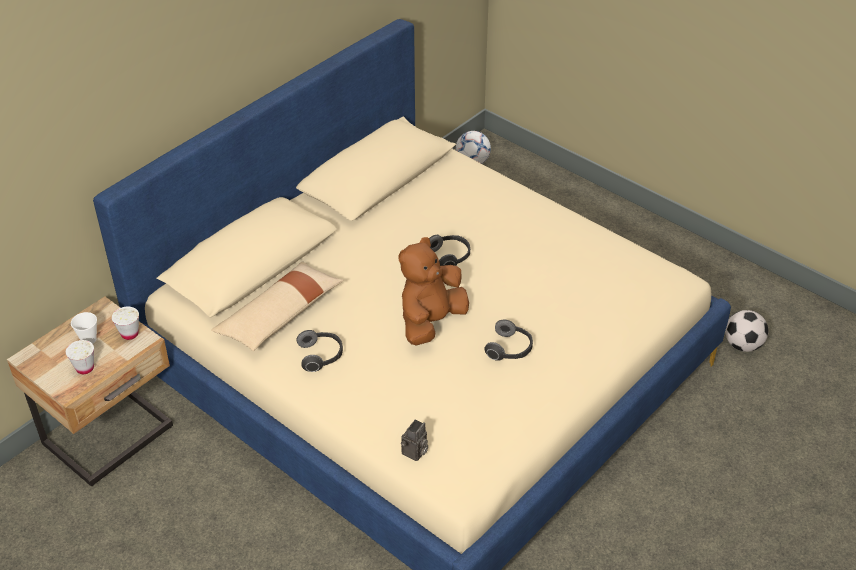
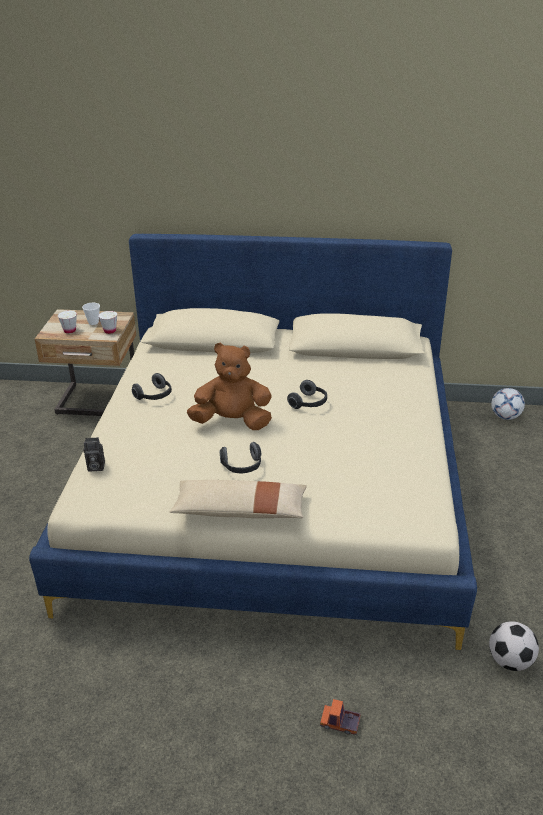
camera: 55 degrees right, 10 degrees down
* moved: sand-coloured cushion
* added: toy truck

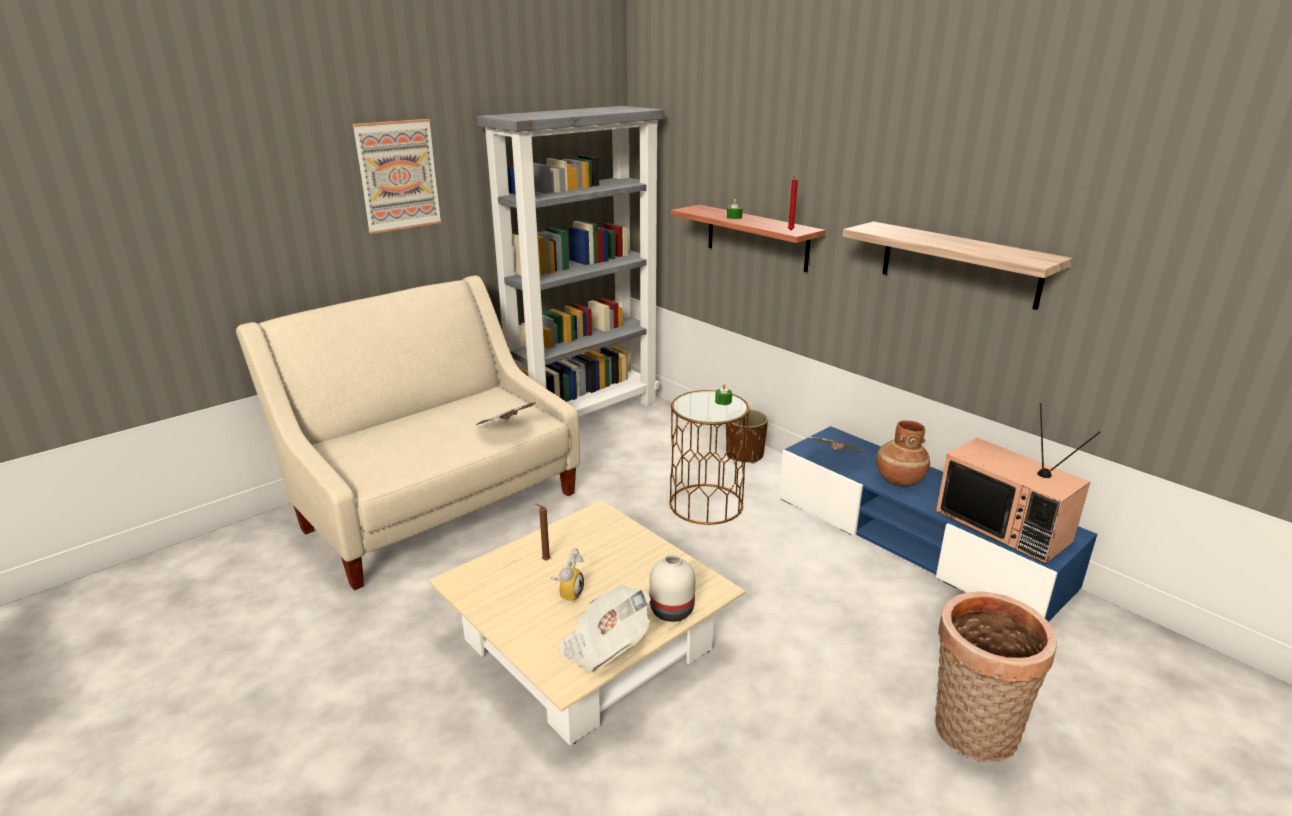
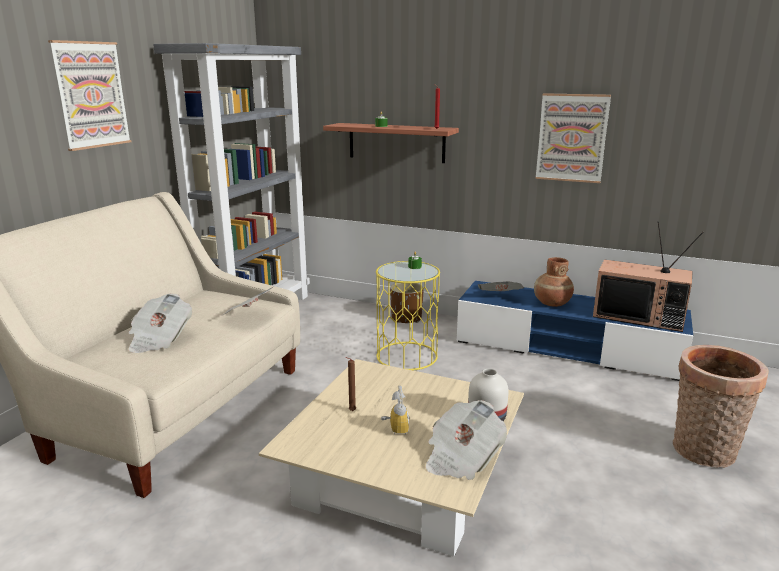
camera: 25 degrees left, 5 degrees down
* replaced: wall shelf (2nd from left) to wall picture (2nd from left)
* recoloured: brown accent table to yellow-coloured accent table
* added: printed paper (1st from left)

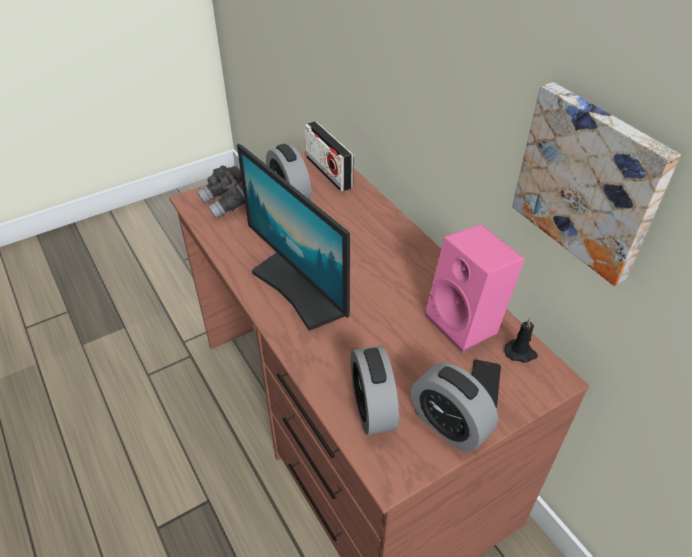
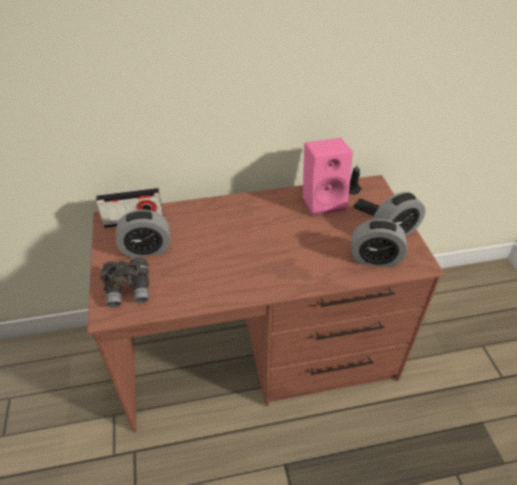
camera: 70 degrees left, 0 degrees up
* removed: wall picture
* removed: computer screen

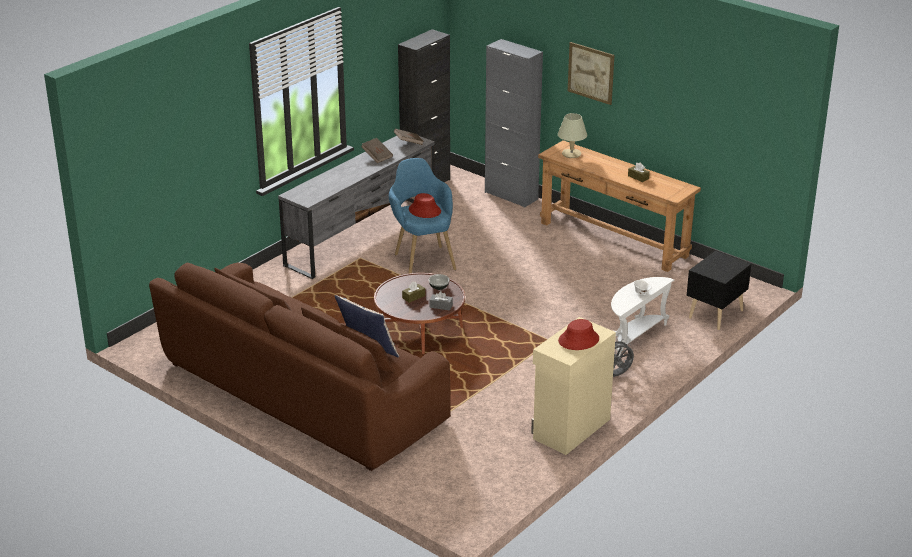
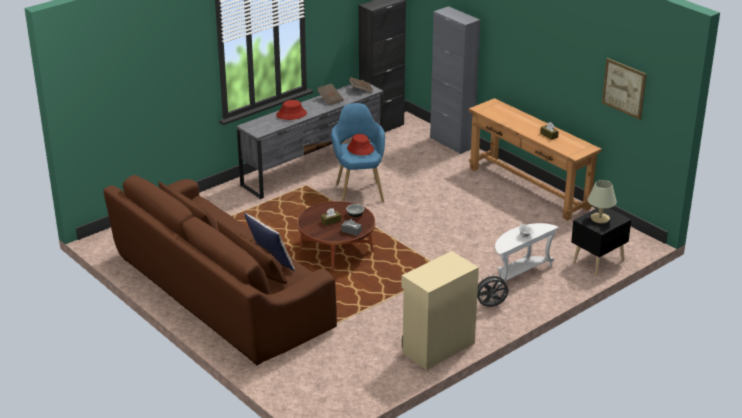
camera: 10 degrees right, 0 degrees up
* moved: wall picture
* moved: sand-coloured table lamp
* moved: red clothing hat (2nd from left in the first image) to red clothing hat (1st from left)

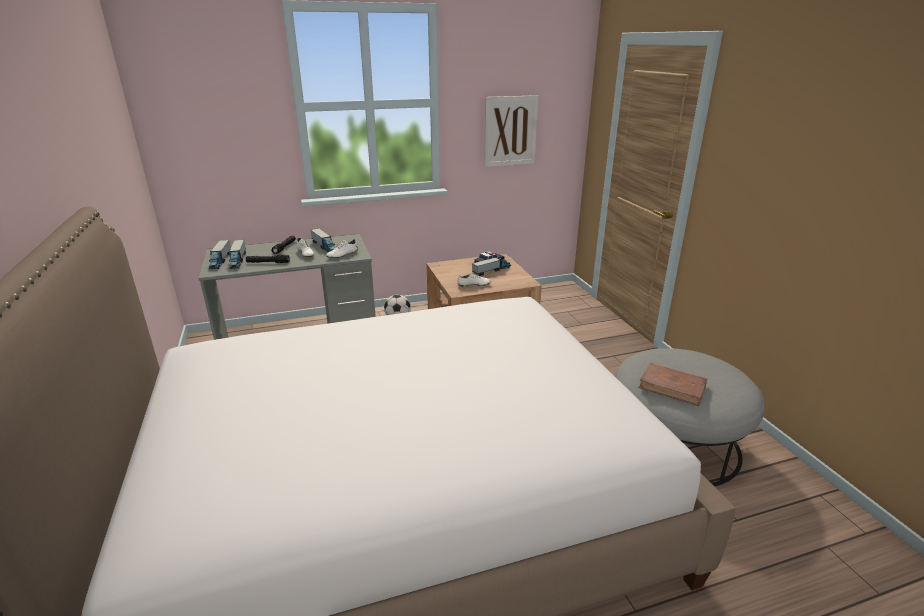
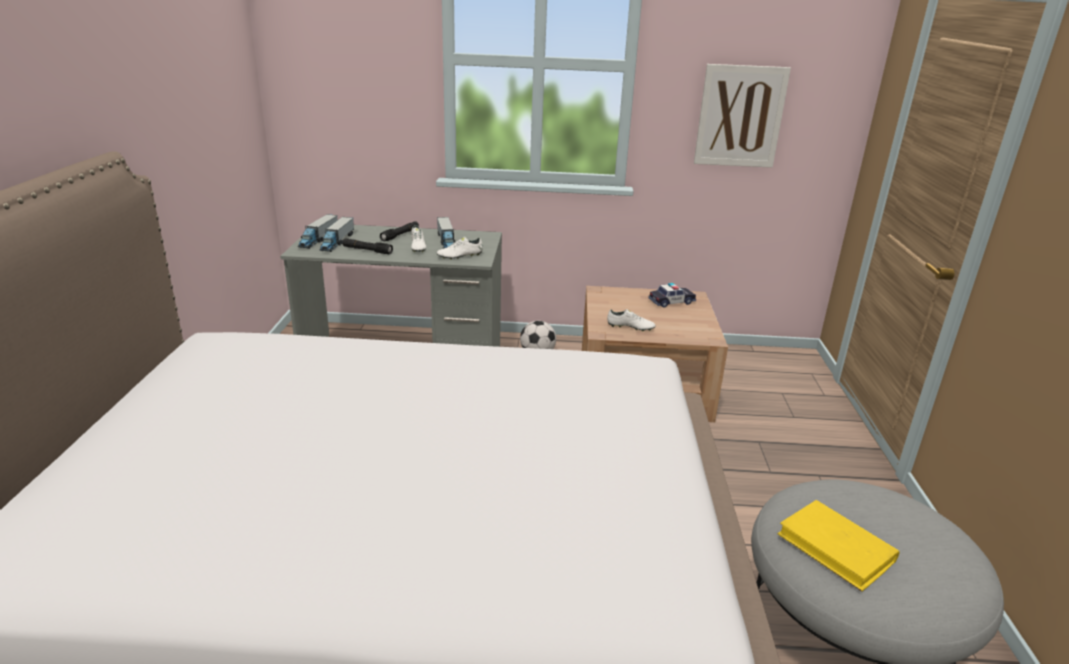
camera: 20 degrees right, 0 degrees up
* removed: toy truck (4th from left)
* recoloured: brown bound book to yellow-coloured bound book

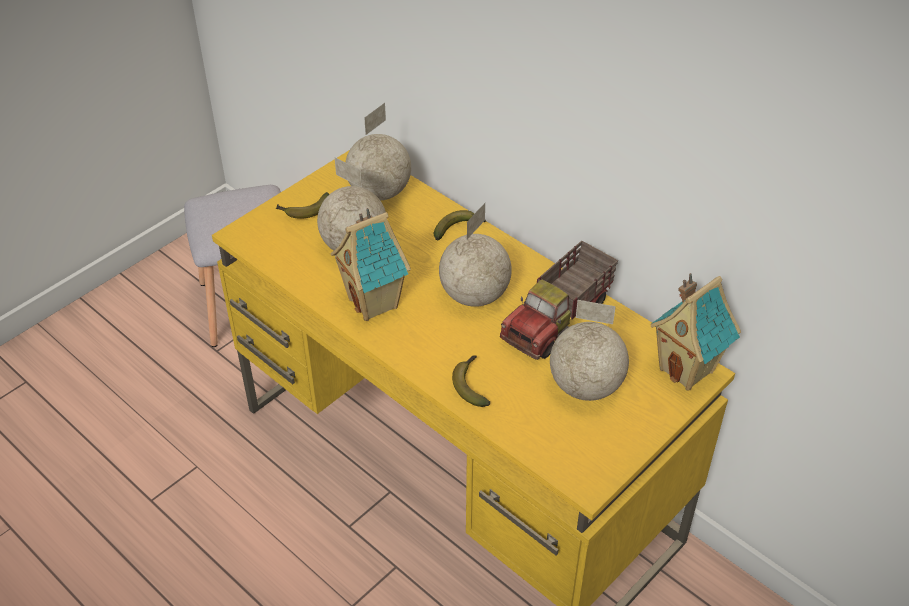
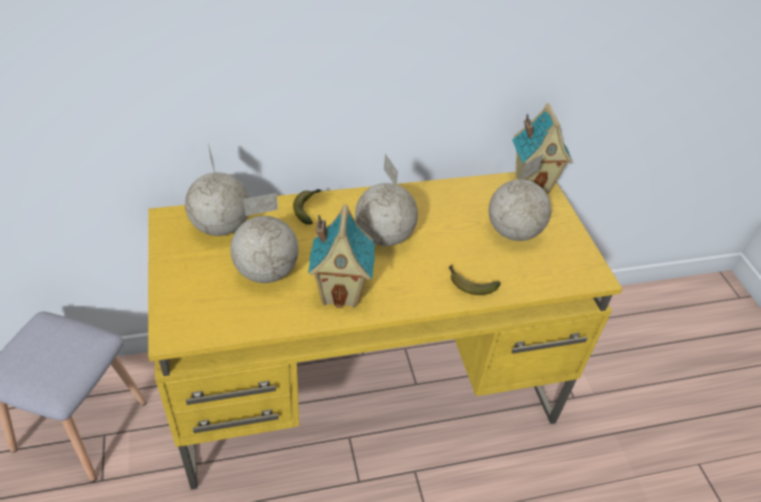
camera: 60 degrees left, 0 degrees up
* removed: whole banana (1st from left)
* removed: toy truck

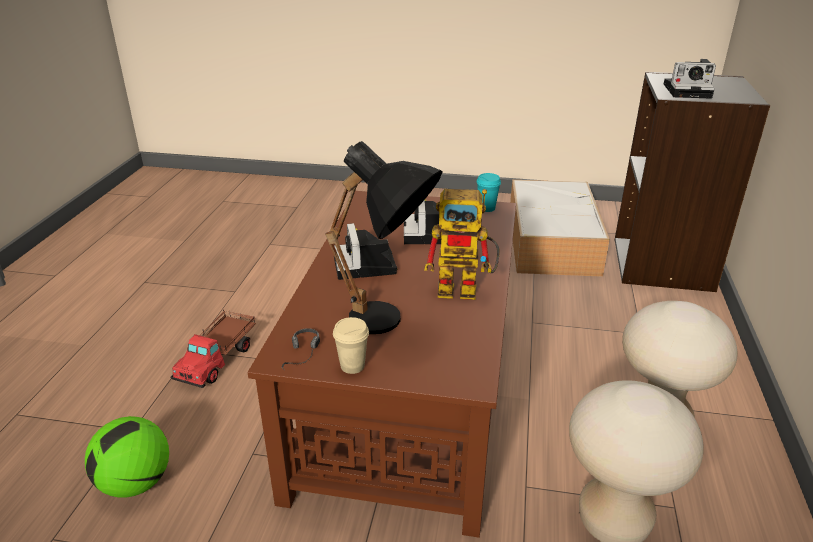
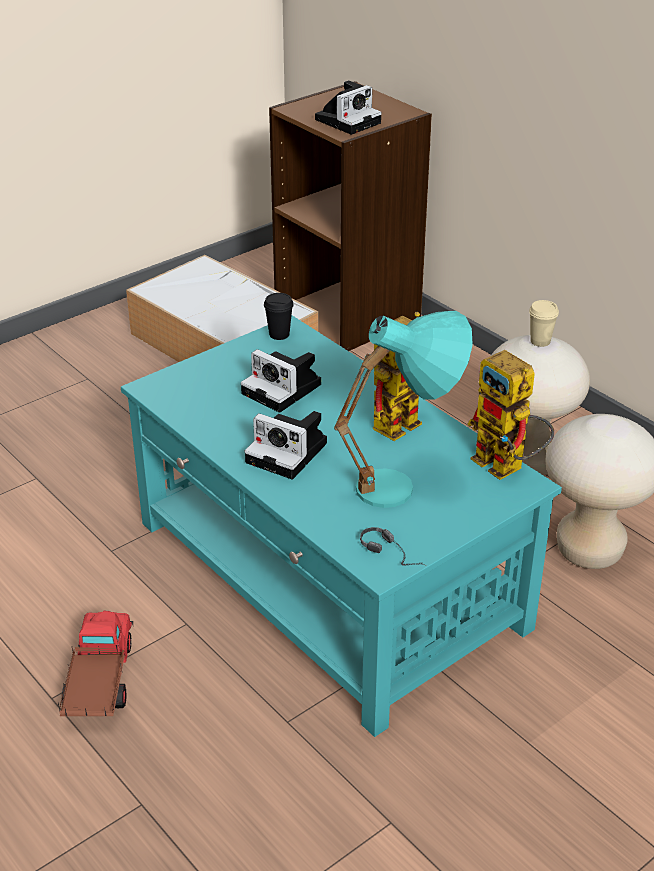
camera: 50 degrees left, 5 degrees up
* recoloured: greyish bookcase to brown bookcase
* recoloured: black table lamp to turquoise table lamp
* recoloured: turquoise drinking cup to black drinking cup
* recoloured: brown coffee table to turquoise coffee table
* turned: toy truck 150 degrees counterclockwise
* moved: sand-coloured drinking cup
* removed: ball for football
* added: toy robot (2nd from left)

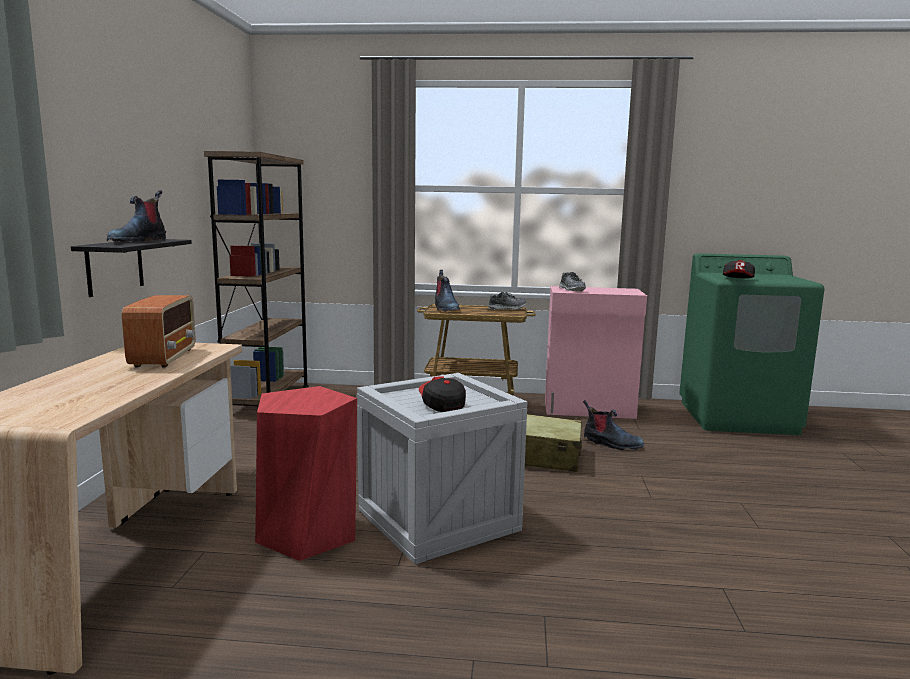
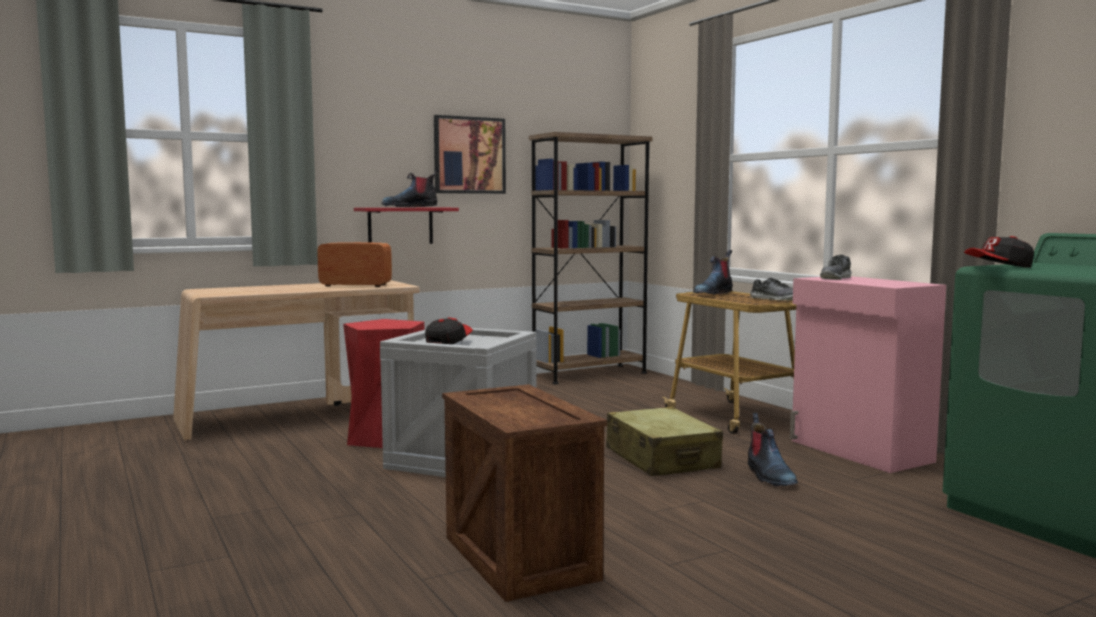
camera: 55 degrees right, 5 degrees down
* recoloured: black wall shelf to red wall shelf
* turned: radio set 135 degrees counterclockwise
* added: wall picture
* added: shipping crate (2nd from left)

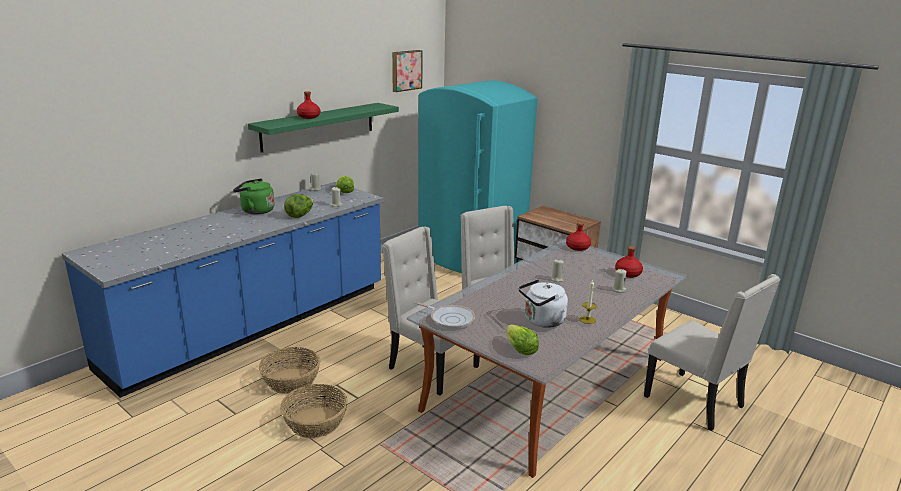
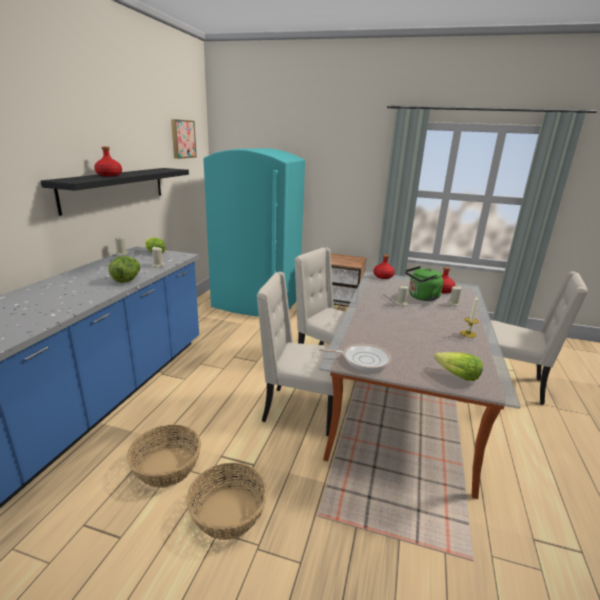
camera: 25 degrees left, 0 degrees up
* recoloured: green-coloured wall shelf to black wall shelf
* moved: green-coloured tea kettle
* removed: whitish tea kettle

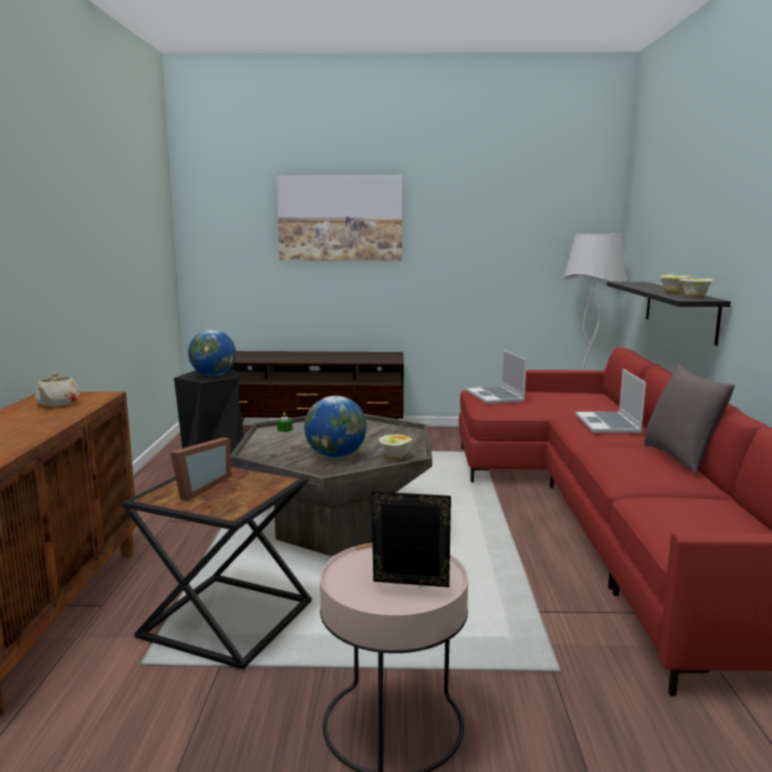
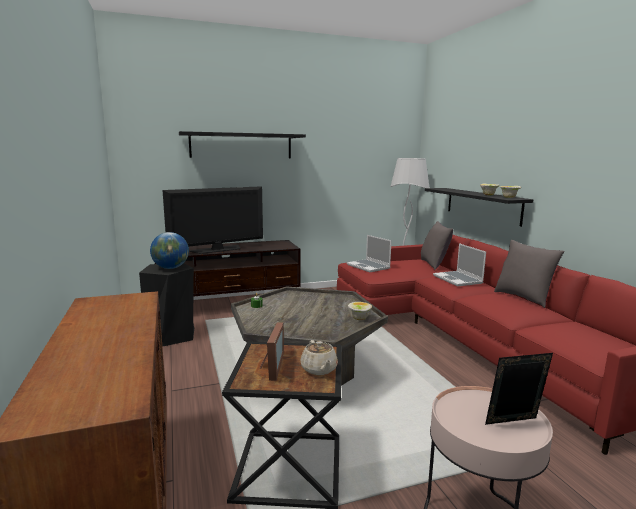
camera: 20 degrees left, 0 degrees up
* replaced: wall picture to black wall shelf (1st from left)
* moved: sand-coloured tea pot
* removed: globe (2nd from left)
* added: TV
* added: greyish cushion (1st from left)

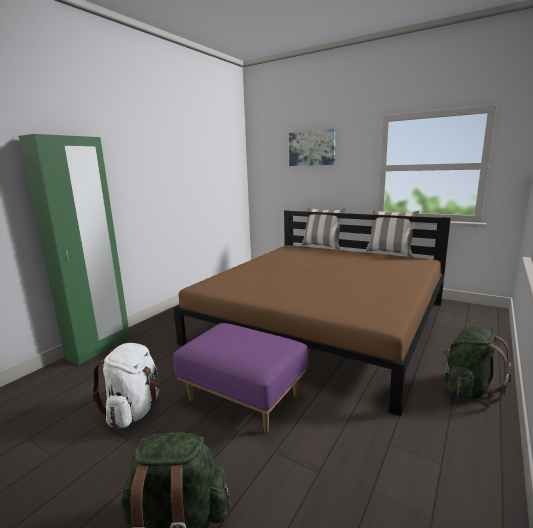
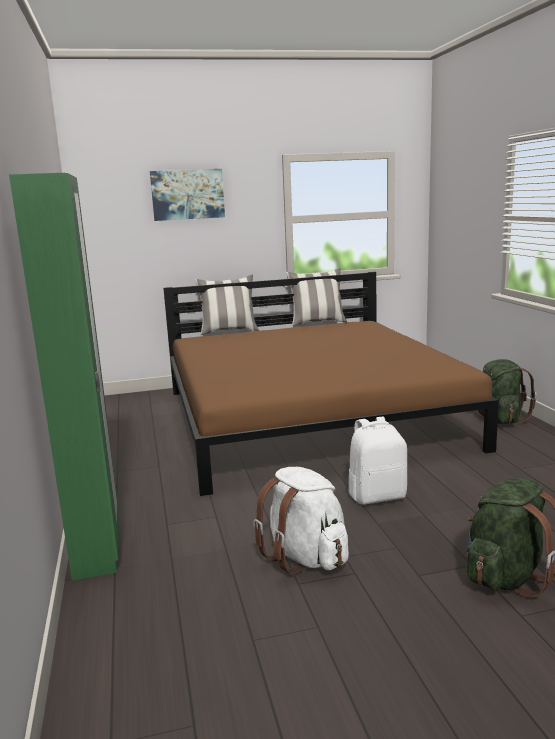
camera: 45 degrees left, 0 degrees up
* replaced: purple footrest to whitish knapsack (2nd from left)

